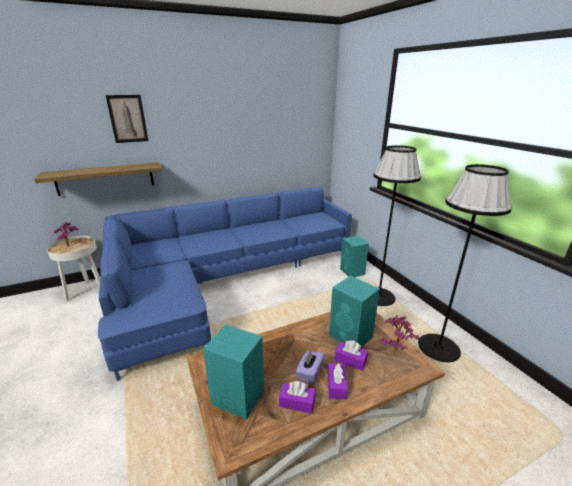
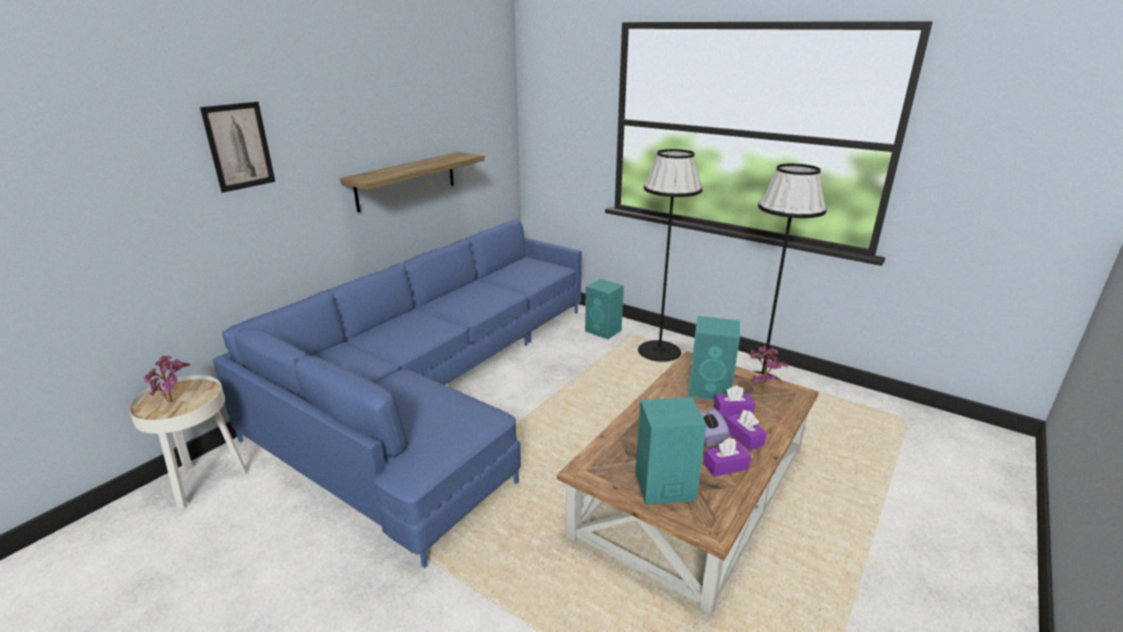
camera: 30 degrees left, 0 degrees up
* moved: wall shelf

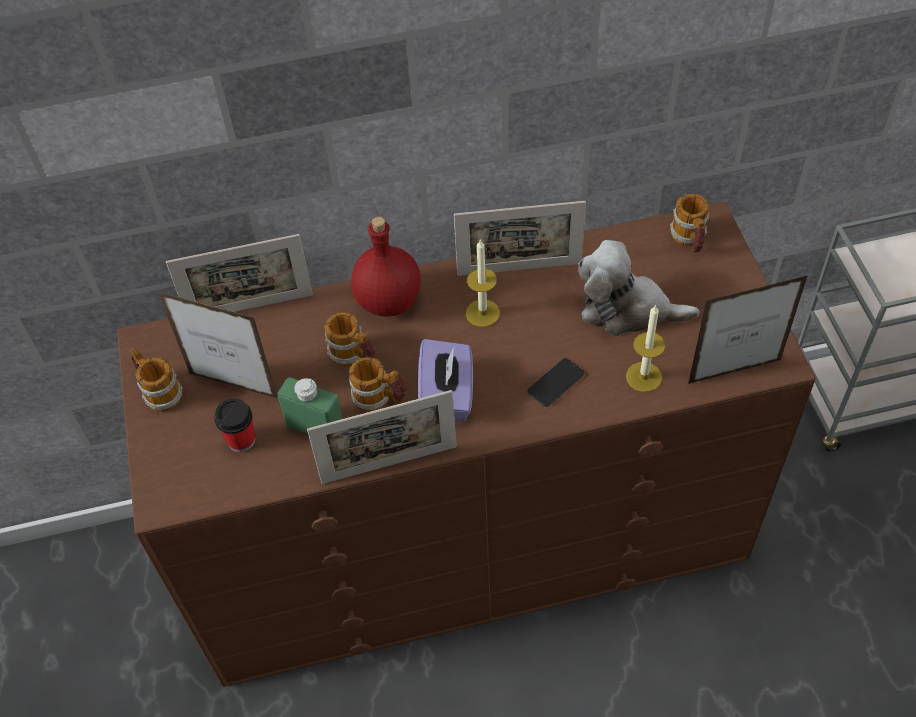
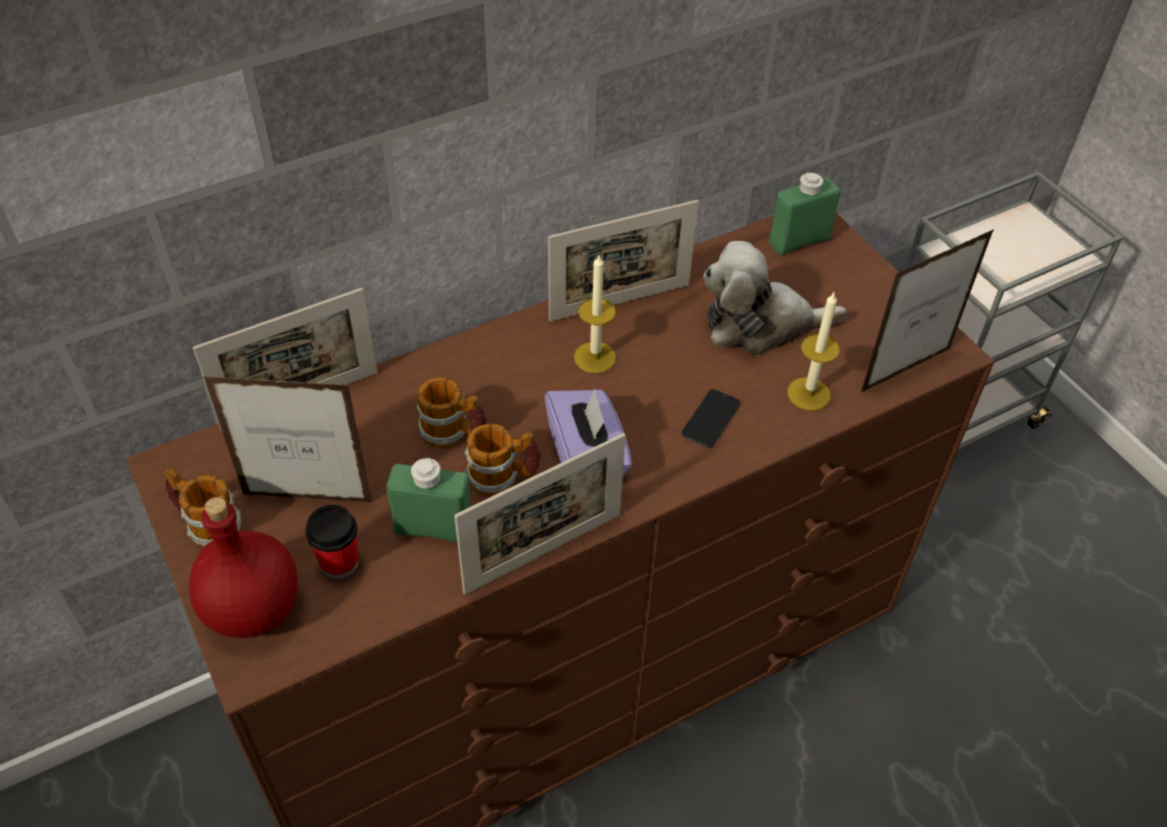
camera: 20 degrees left, 5 degrees down
* replaced: coffee mug (4th from left) to green-coloured beverage bottle (2nd from left)
* moved: red beverage bottle

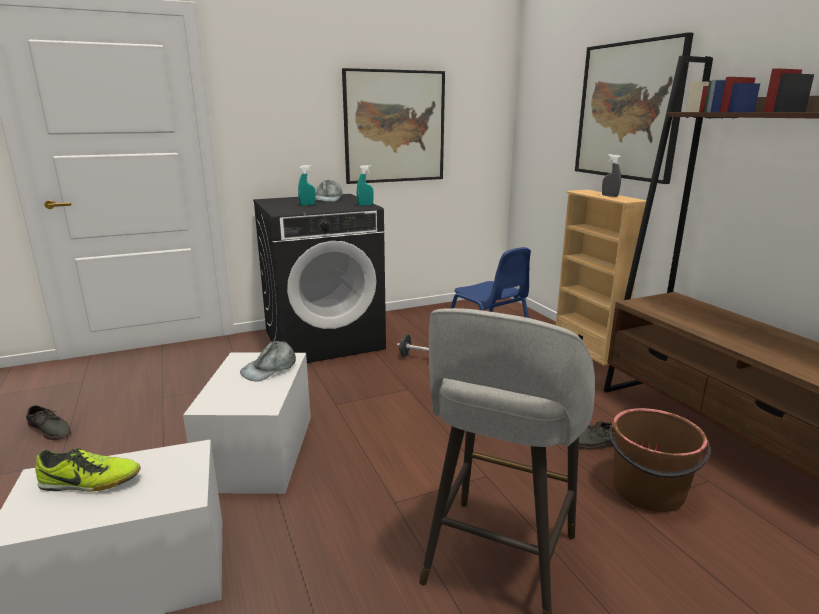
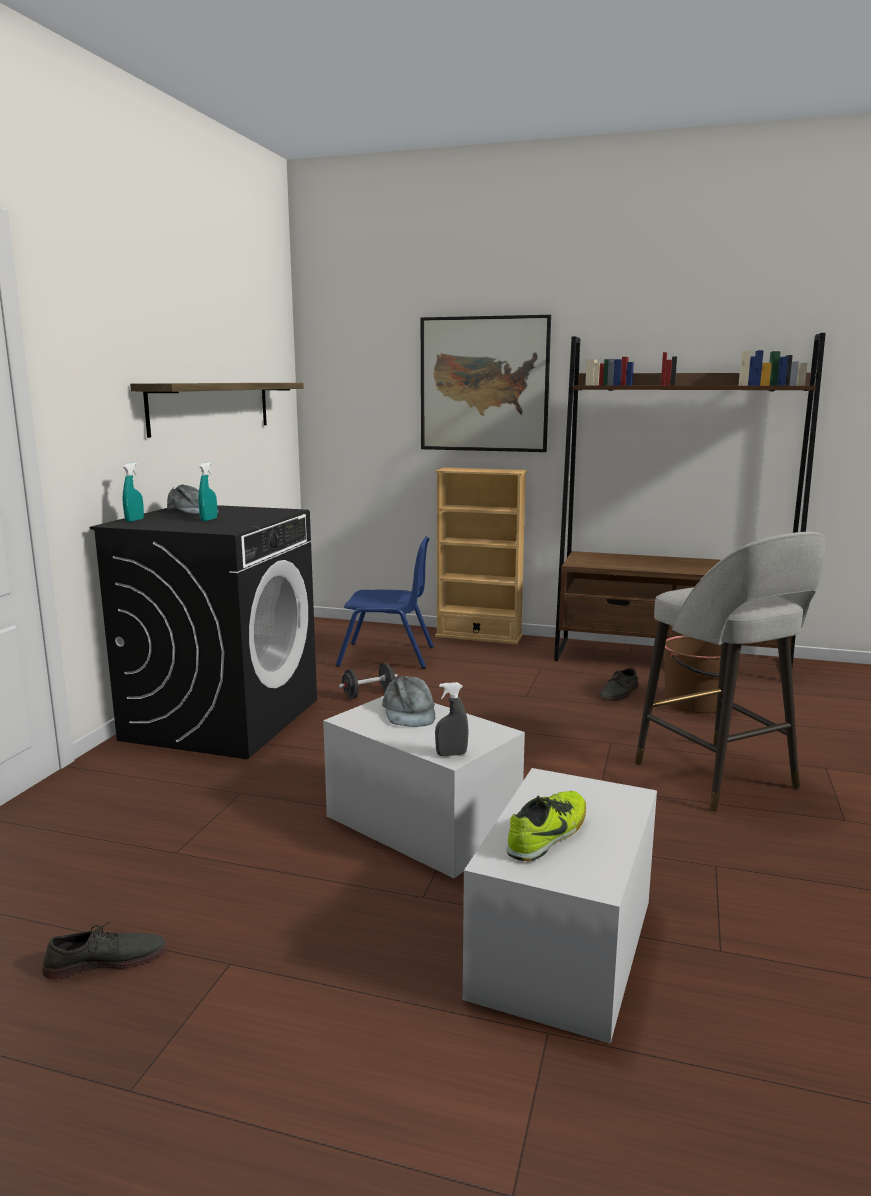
camera: 50 degrees left, 5 degrees down
* replaced: wall picture (1st from left) to wall shelf
* moved: greyish hand sprayer
* moved: turquoise hand sprayer (2nd from left in the first image) to turquoise hand sprayer (1st from left)

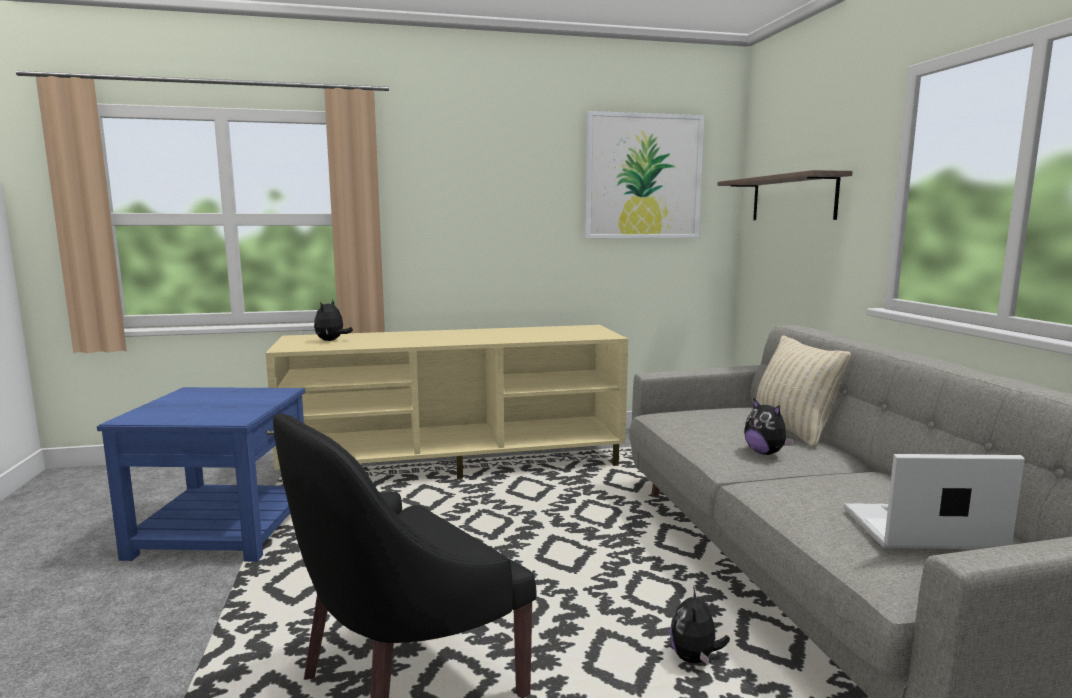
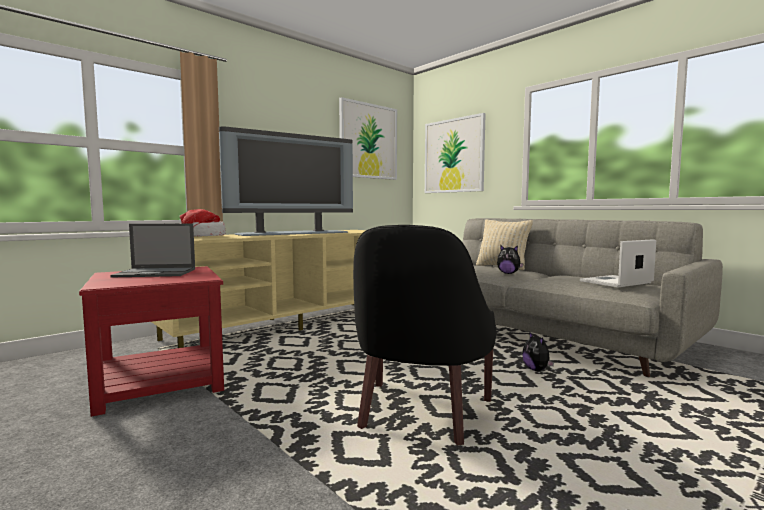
camera: 30 degrees left, 5 degrees down
* replaced: wall shelf to wall picture (2nd from left)
* replaced: soft toy (1st from left) to clothing hat
* recoloured: blue-coloured accent table to red accent table
* added: TV
* added: notebook computer (1st from left)

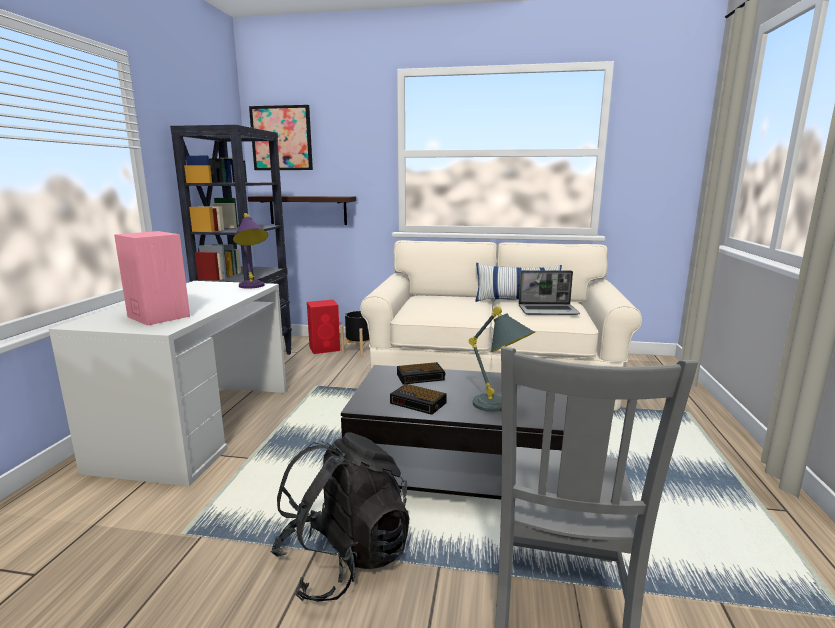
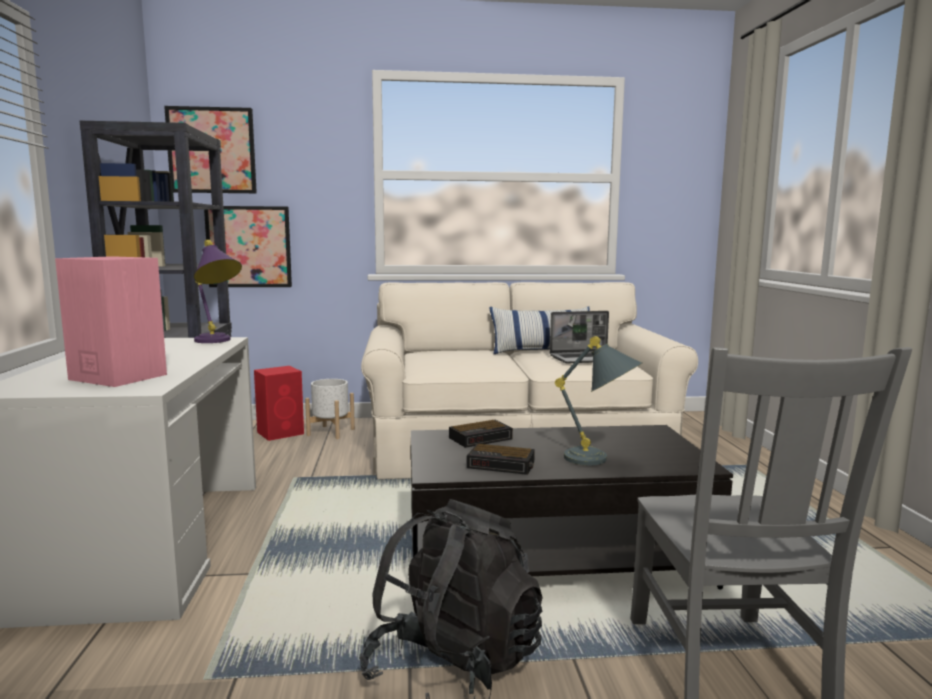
camera: 15 degrees left, 5 degrees down
* replaced: wall shelf to wall picture (2nd from left)
* recoloured: black plant pot to whitish plant pot

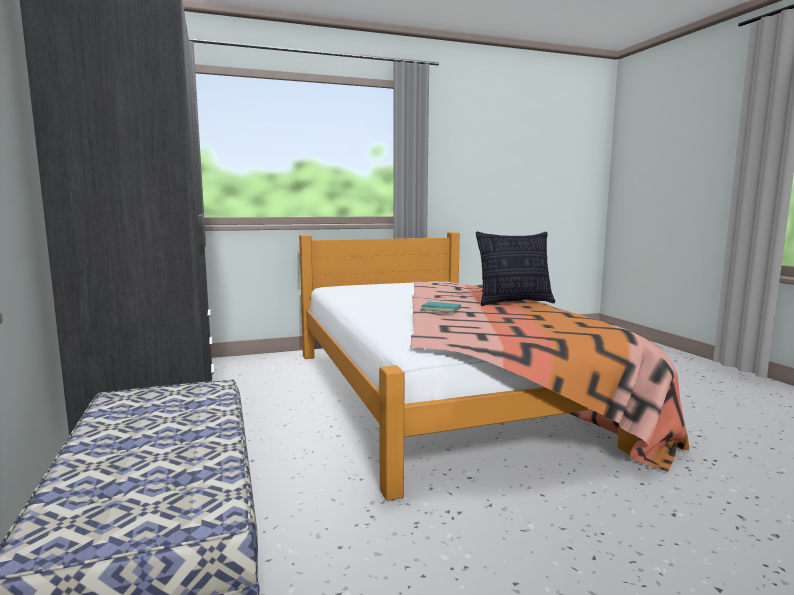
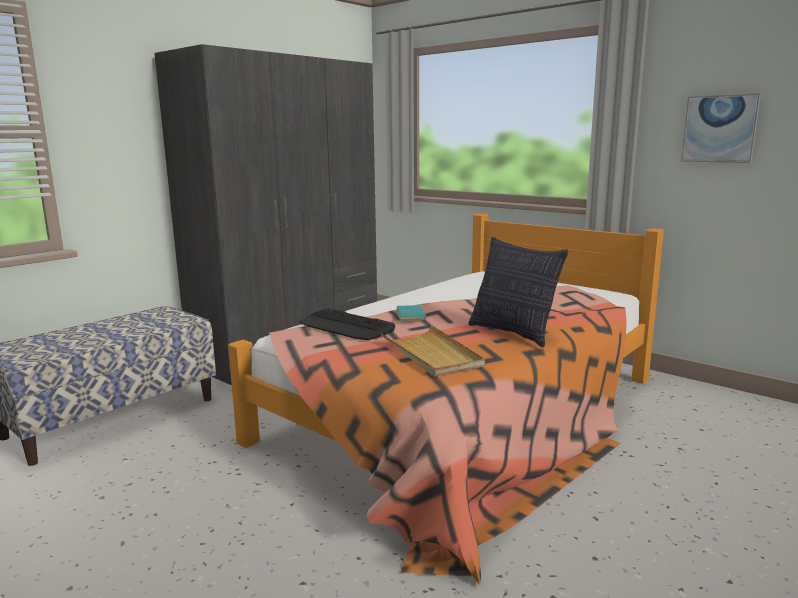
camera: 60 degrees right, 5 degrees up
* added: wall picture
* added: PC keyboard
* added: sand-coloured carrying tray

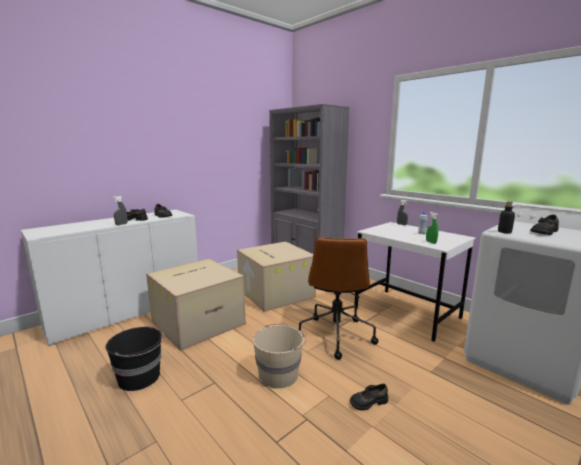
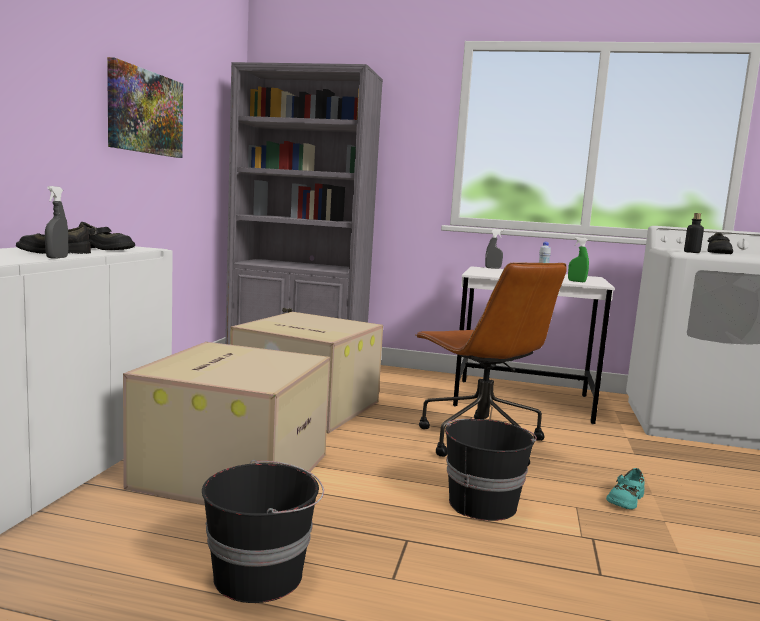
camera: 35 degrees left, 5 degrees down
* recoloured: sand-coloured bucket to black bucket (2nd from left)
* recoloured: black low shoe (3rd from left) to turquoise low shoe
* added: wall picture

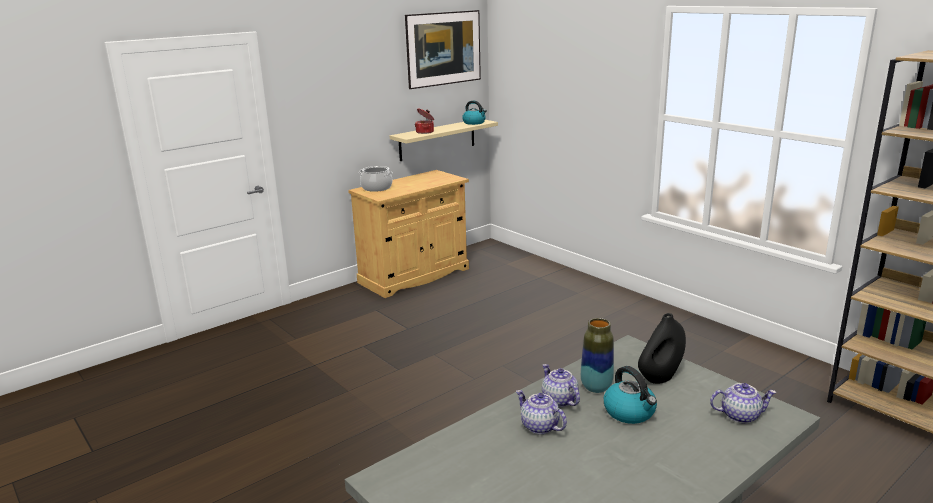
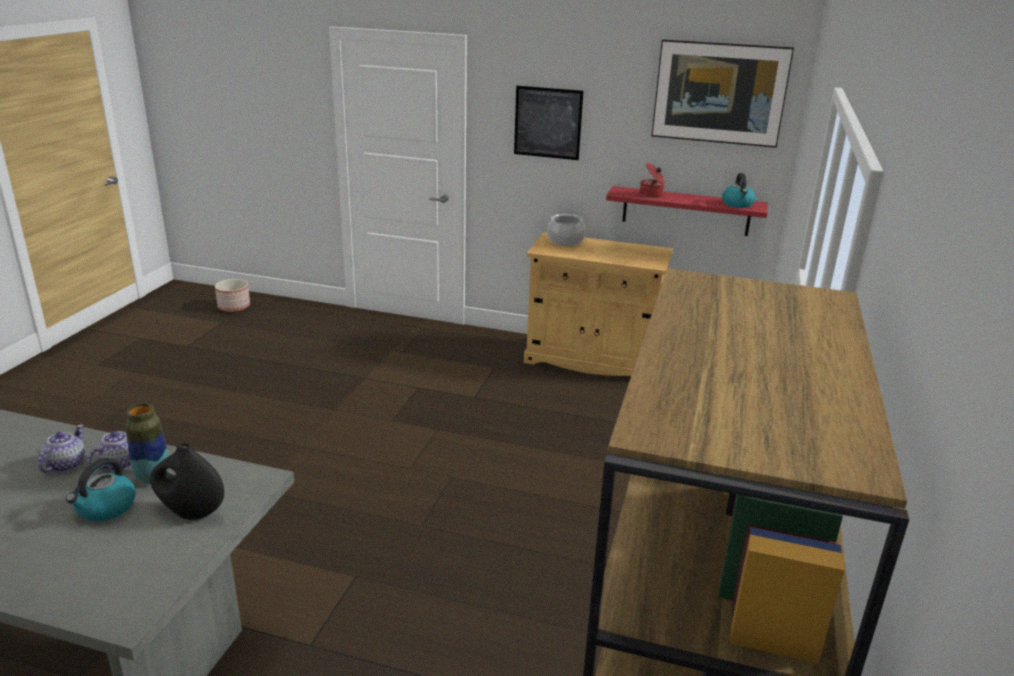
camera: 55 degrees right, 5 degrees up
* recoloured: sand-coloured wall shelf to red wall shelf
* removed: tea pot (3rd from left)
* added: wall picture (1st from left)
* added: plant pot

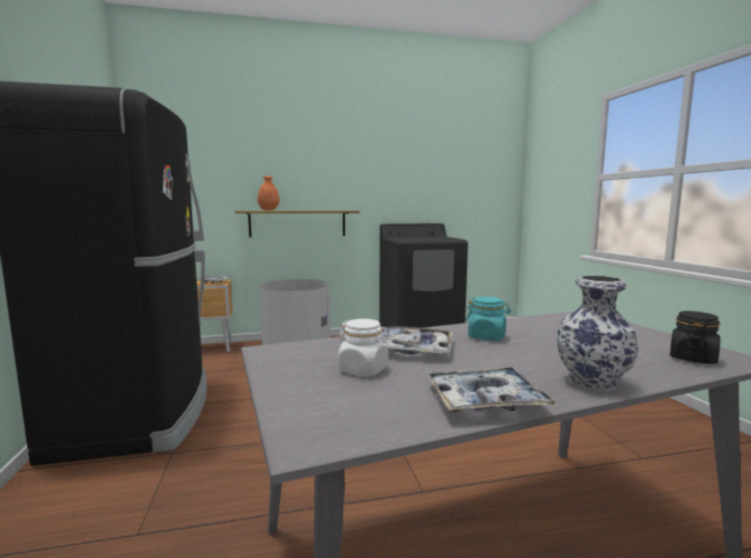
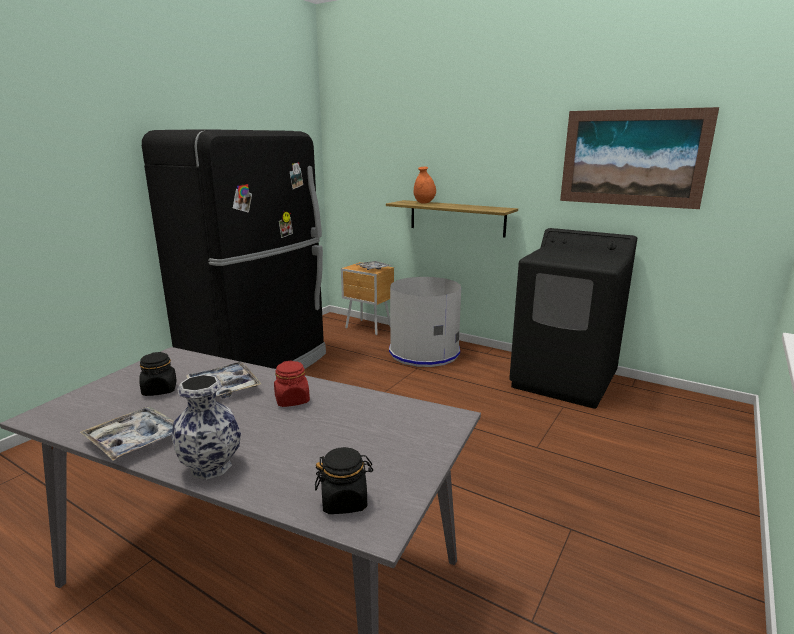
camera: 45 degrees right, 10 degrees up
* recoloured: turquoise storage jar to red storage jar
* recoloured: whitish storage jar to black storage jar (1st from left)
* added: wall picture

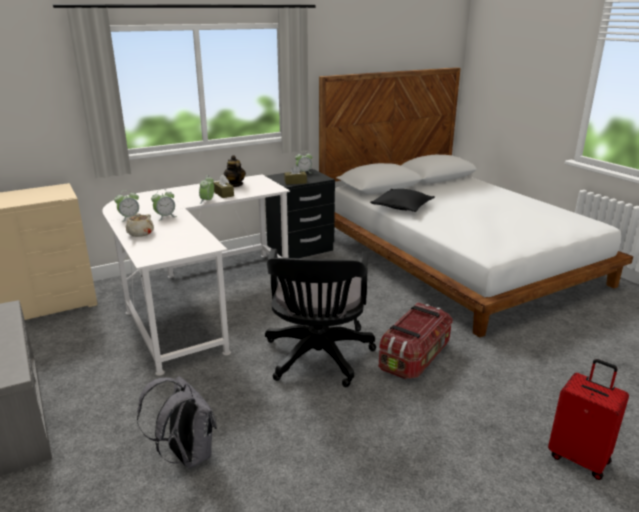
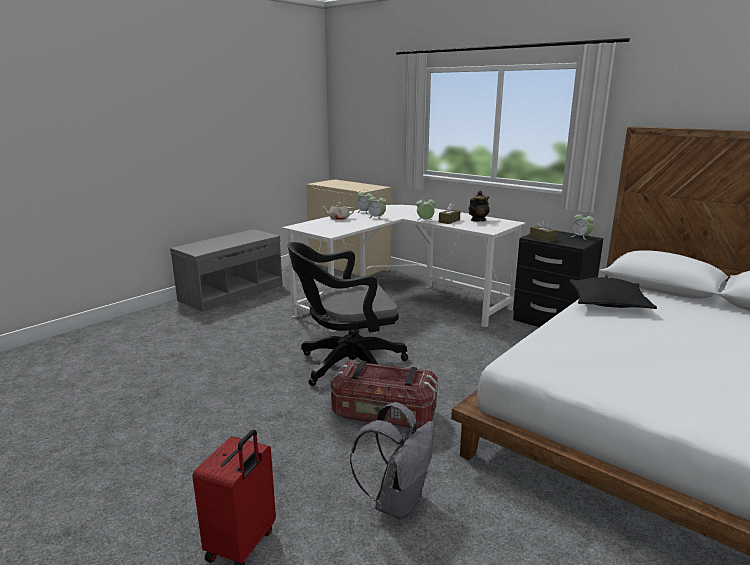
camera: 70 degrees right, 5 degrees down
* moved: greyish knapsack

